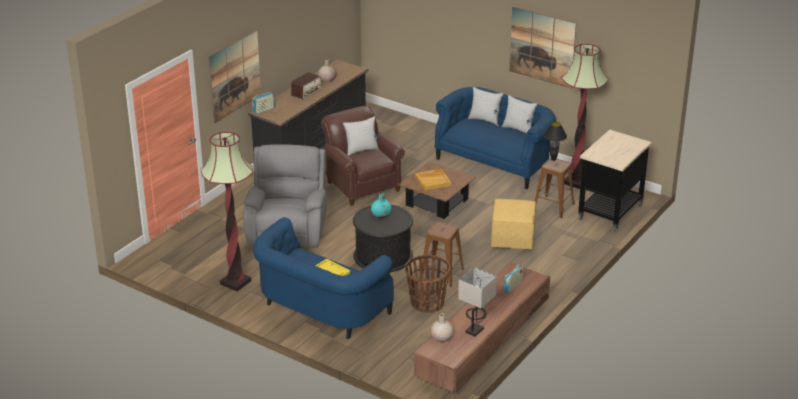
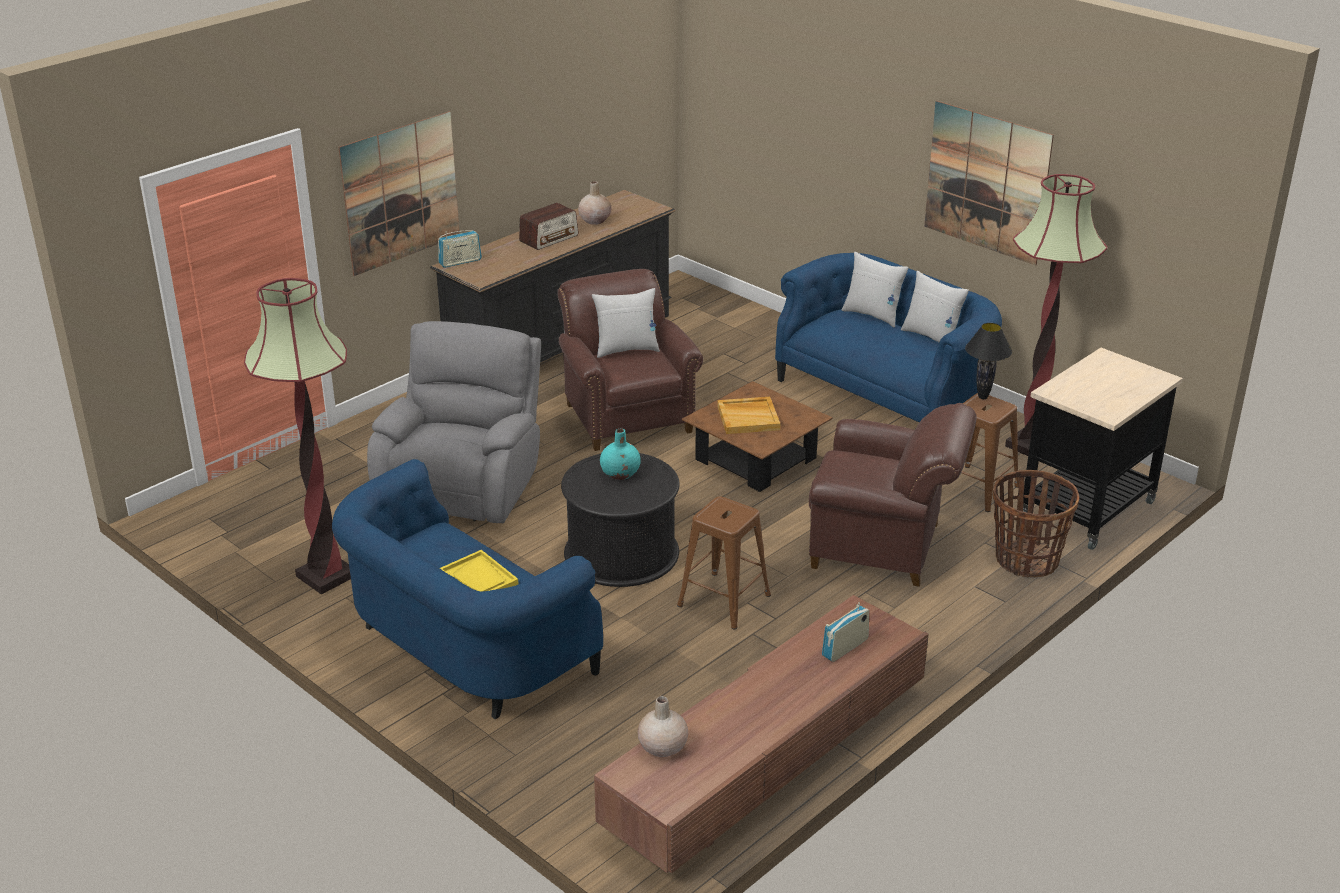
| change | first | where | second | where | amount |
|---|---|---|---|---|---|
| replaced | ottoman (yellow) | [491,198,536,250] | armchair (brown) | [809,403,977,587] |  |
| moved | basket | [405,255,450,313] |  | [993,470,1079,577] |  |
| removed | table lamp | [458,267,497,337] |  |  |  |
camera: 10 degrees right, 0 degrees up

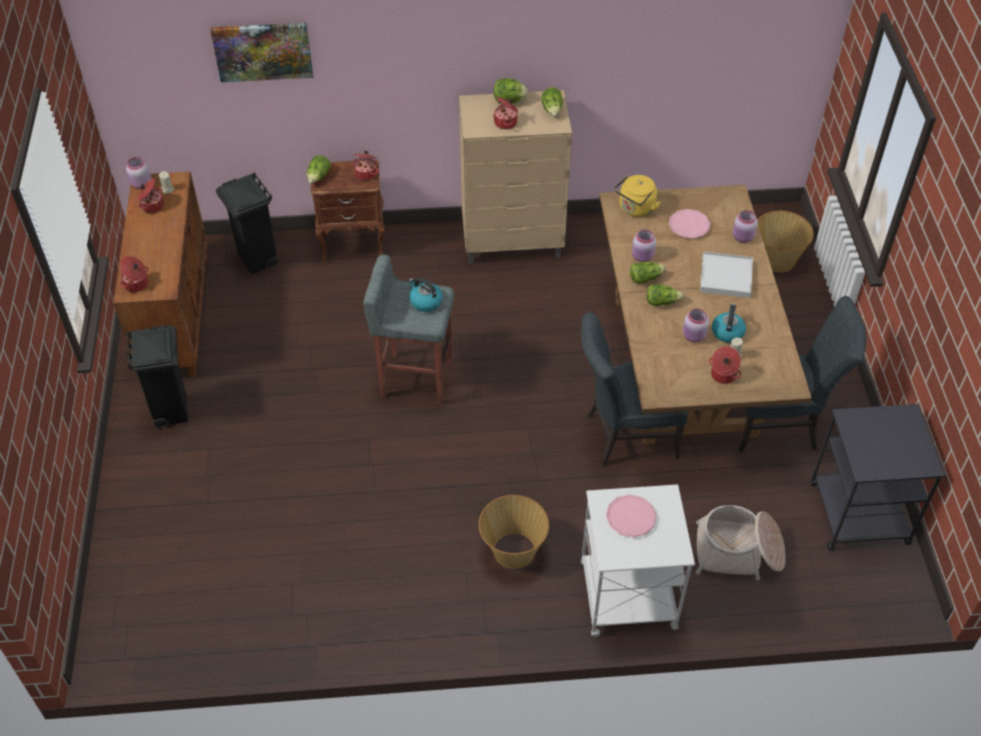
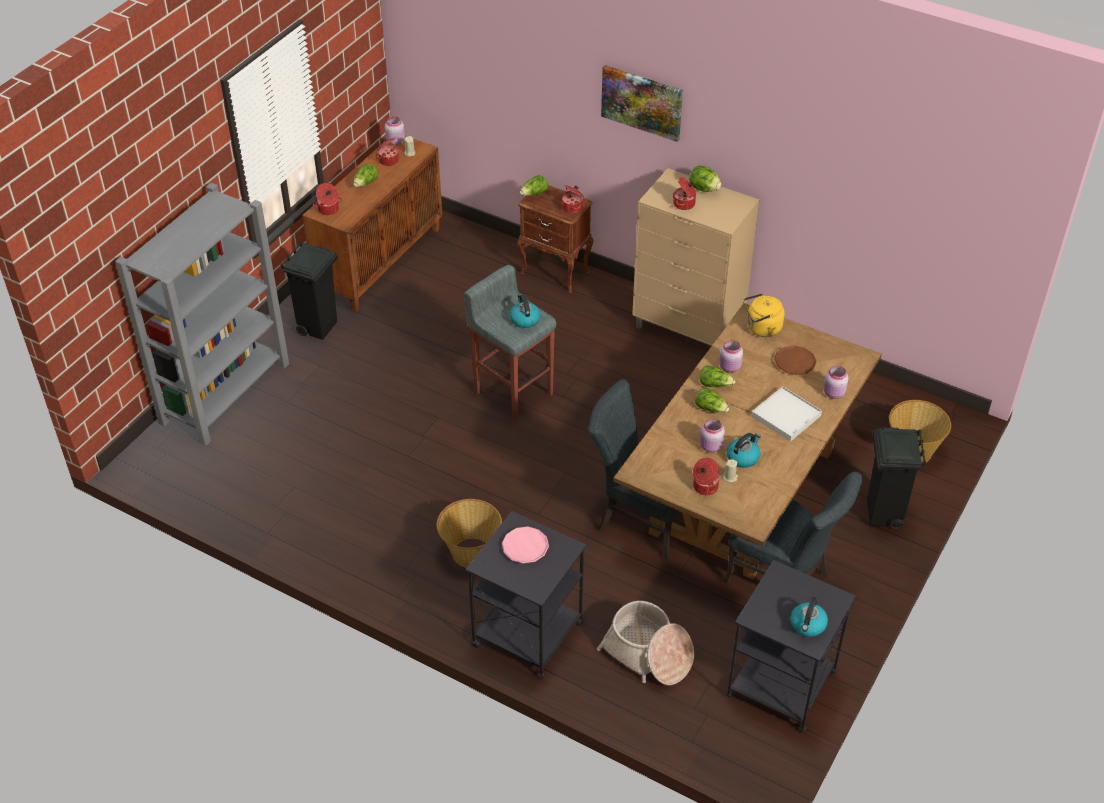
| change | first | where | second | where | amount |
|---|---|---|---|---|---|
| added |  |  | bookcase (grey) | [115,183,289,446] |  |
| moved | lettuce | [541,87,563,116] |  | [353,164,378,187] |  |
| recoloured | cart (white) | [581,484,695,637] | cart (black) | [465,511,587,678] |  |
| moved | picture | [210,23,313,82] |  | [601,65,683,142] |  |
| recoloured | plate (pink) | [669,209,711,239] | plate (brown) | [774,345,816,375] |  |
| added |  |  | kettle | [790,597,828,637] |  |
| moved | trash can (black) | [216,172,279,274] |  | [867,427,926,529] |  |
camera: 35 degrees right, 5 degrees down

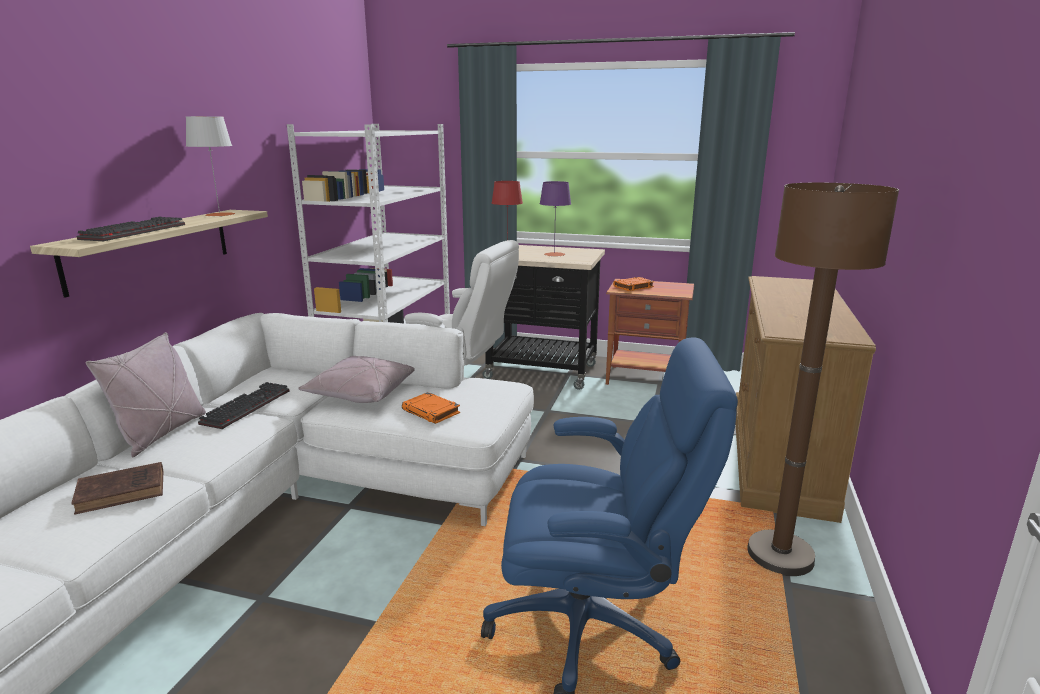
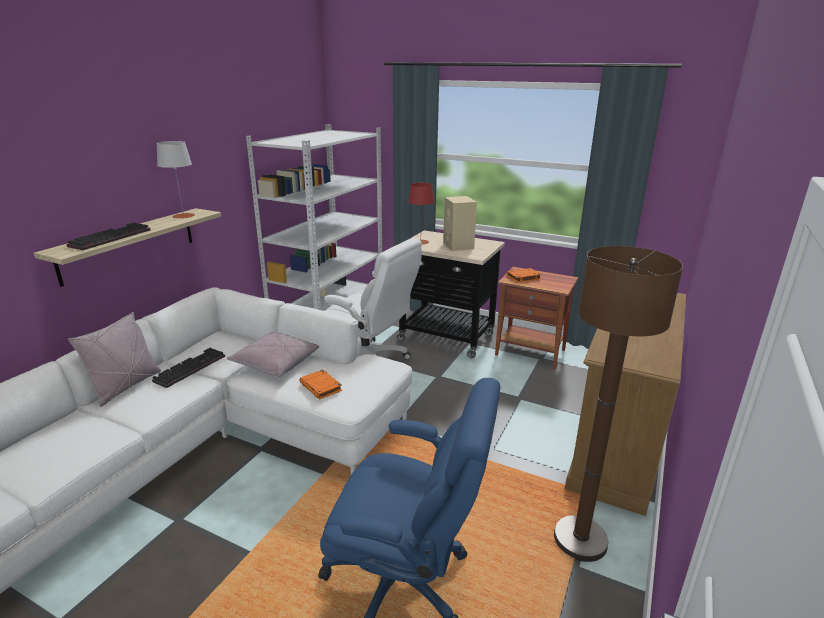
| change | first | where | second | where | amount |
|---|---|---|---|---|---|
| replaced | table lamp (purple) | [540,181,571,257] | speaker (beige) | [443,196,477,251] |  |
| removed | book (brown) | [72,462,164,515] |  |  |  |
camera: 10 degrees right, 5 degrees up

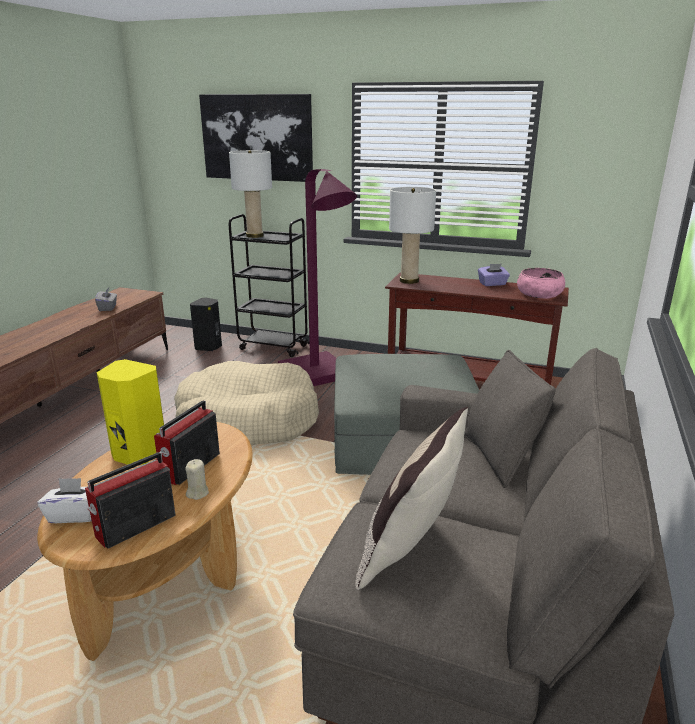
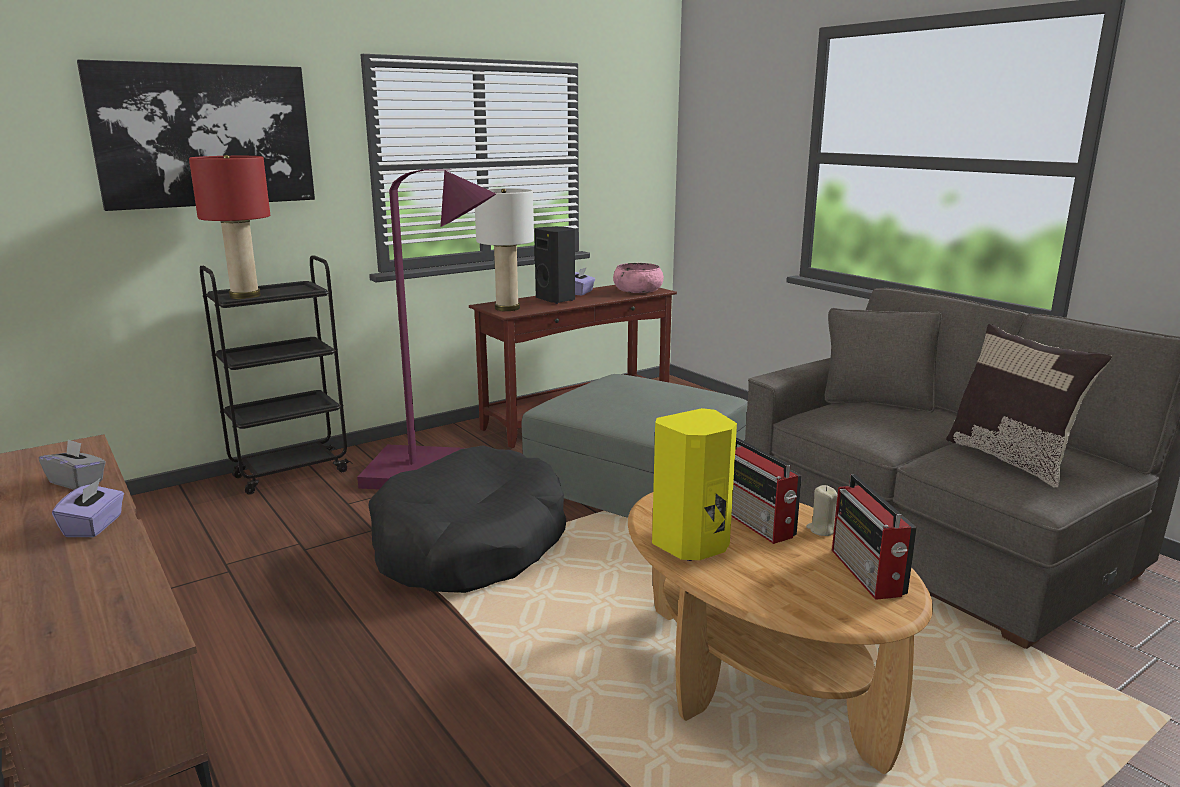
| change | first | where | second | where | amount |
|---|---|---|---|---|---|
| added |  |  | tissue box (purple) | [52,479,124,537] |  |
| recoloured | table lamp (white) | [229,150,272,238] | table lamp (red) | [189,155,270,299] |  |
| recoloured | dog bed (beige) | [174,361,319,445] | dog bed (black) | [368,445,566,593] |  |
| moved | speaker (black) | [190,298,222,351] |  | [534,226,575,304] |  |
| removed | tissue box (white) | [38,478,92,523] |  |  |  |
camera: 55 degrees left, 5 degrees down

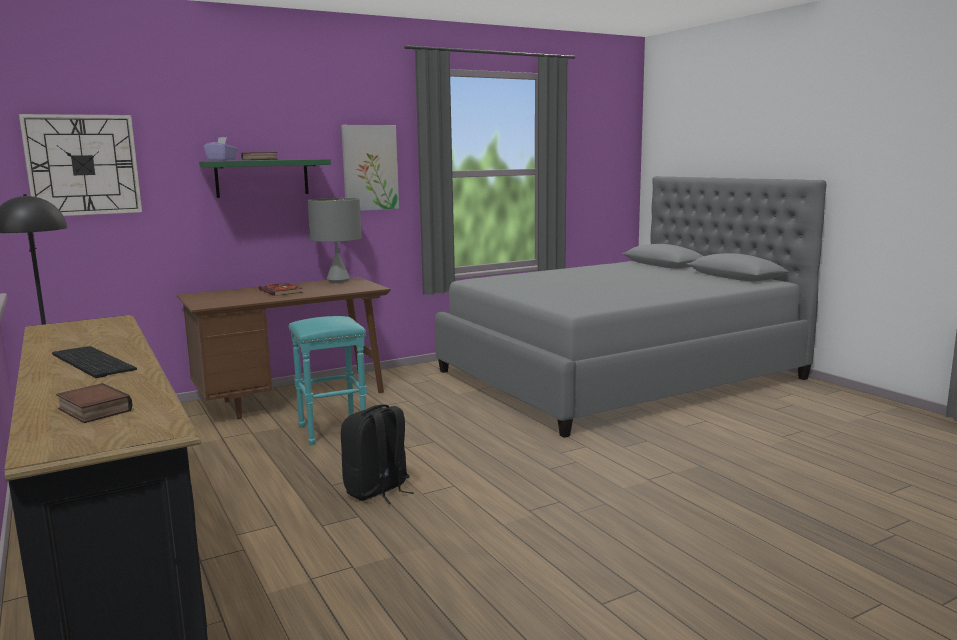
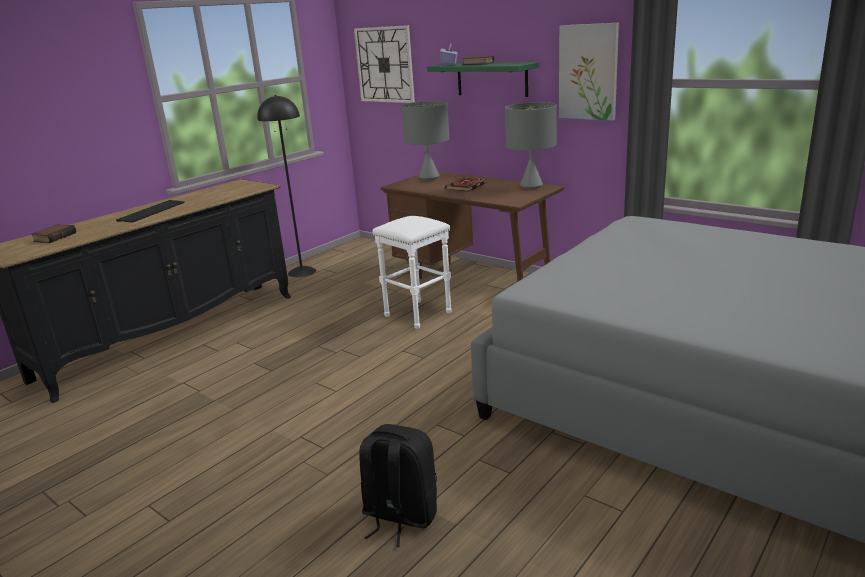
| change | first | where | second | where | amount |
|---|---|---|---|---|---|
| moved | backpack (black) | [341,404,414,504] |  | [359,424,437,547] |  |
| recoloured | stool (turquoise) | [289,316,367,445] | stool (white) | [372,216,452,329] |  |
| added |  |  | table lamp (grey) | [401,101,449,181] |  |
camera: 70 degrees right, 10 degrees up

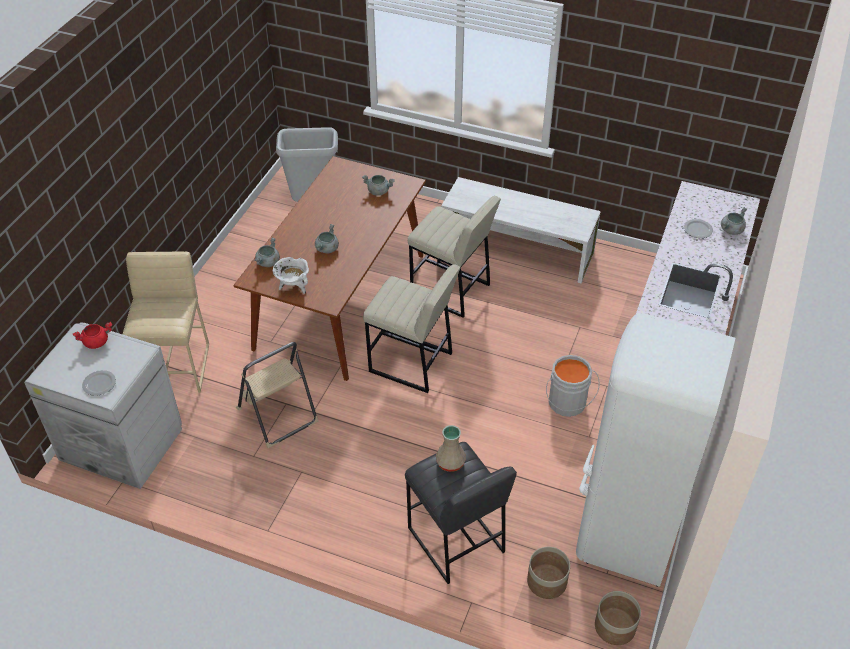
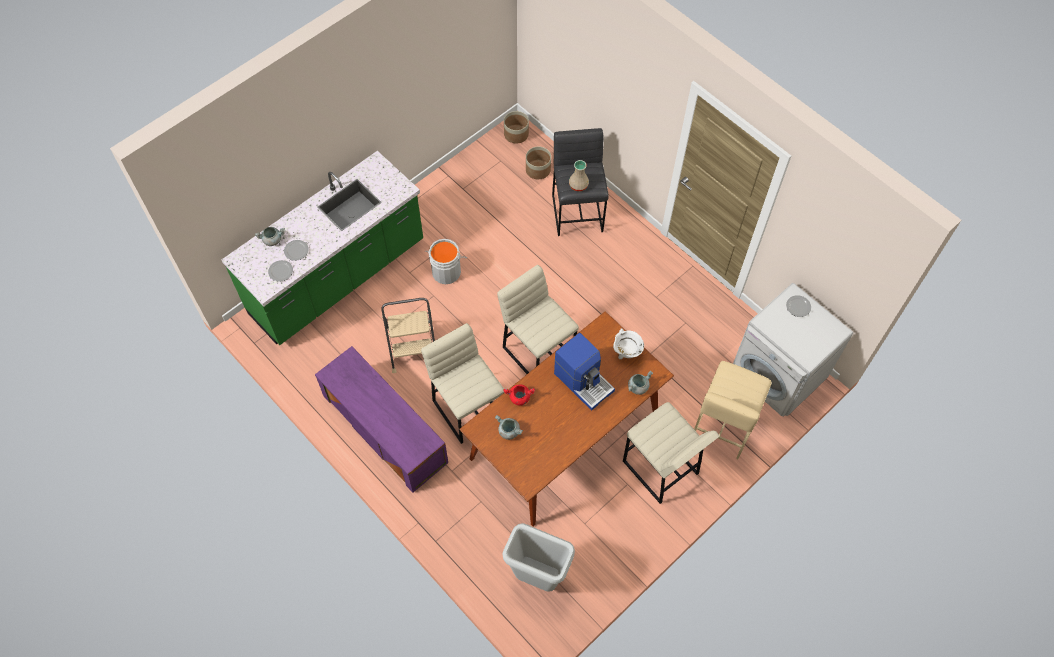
| change | first | where | second | where | amount |
|---|---|---|---|---|---|
| added |  |  | plate | [268,260,293,282] |  |
| recoloured | bench (white) | [441,177,601,284] | bench (purple) | [315,346,448,493] |  |
| moved | step ladder (beige) | [236,342,318,448] |  | [382,298,435,373] |  |
| moved | cooking pot (red) | [73,322,112,349] |  | [503,385,535,406] |  |
| replaced | cooking pot (grey) | [315,224,339,254] | coffee machine | [554,333,615,411] |  |
| added |  |  | chair (beige) | [623,402,720,504] |  |
| removed | fridge (white) | [576,313,735,587] |  |  |  |
camera: 155 degrees left, 15 degrees up

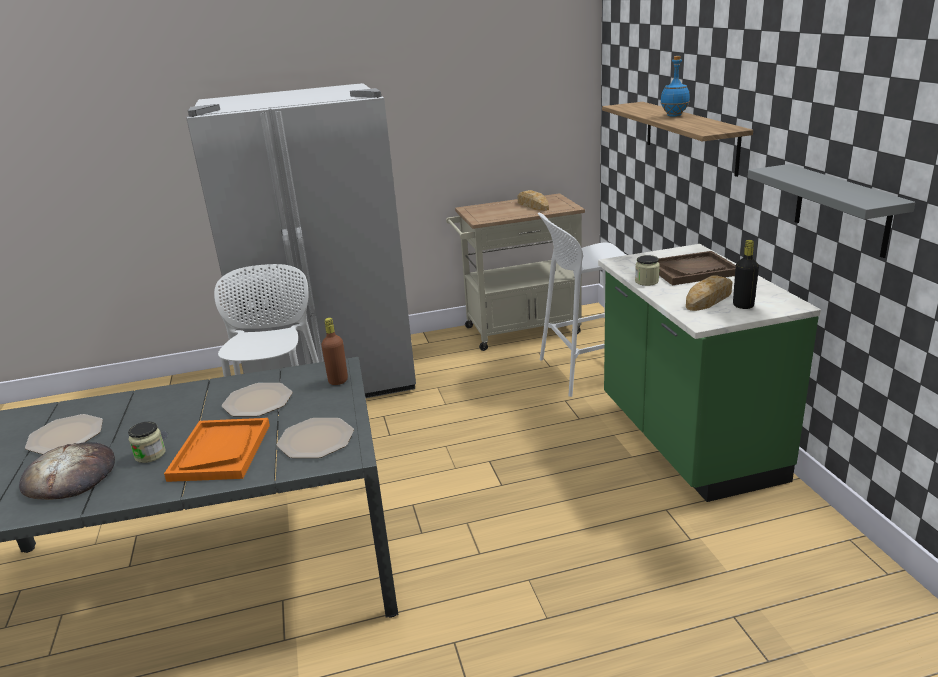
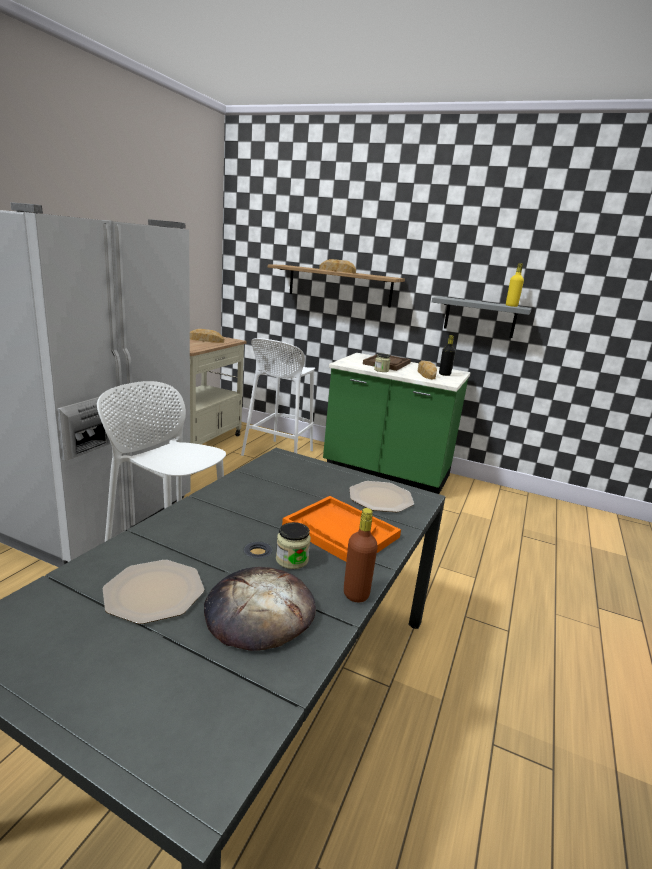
| change | first | where | second | where | amount |
|---|---|---|---|---|---|
| replaced | bottle (blue) | [660,56,690,117] | bread | [319,259,356,273] |  |
| moved | bottle (brown) | [321,318,348,385] |  | [344,508,378,602] |  |
| added |  |  | bottle (yellow) | [506,263,524,307] |  |
| removed | plate | [222,383,293,417] |  |  |  |
camera: 55 degrees left, 5 degrees down

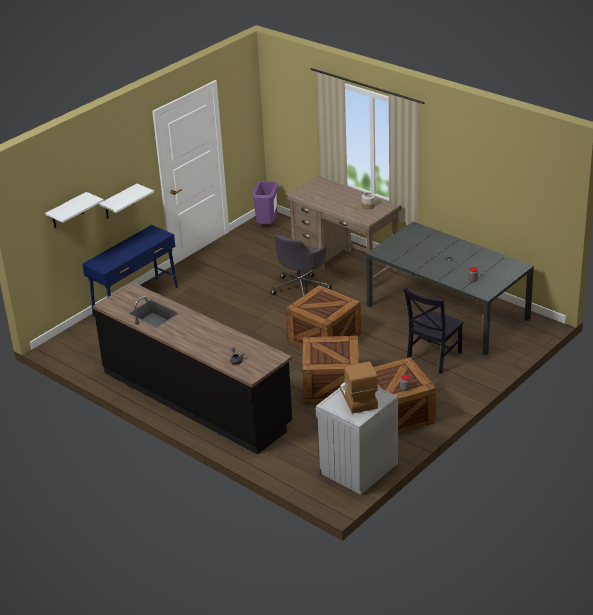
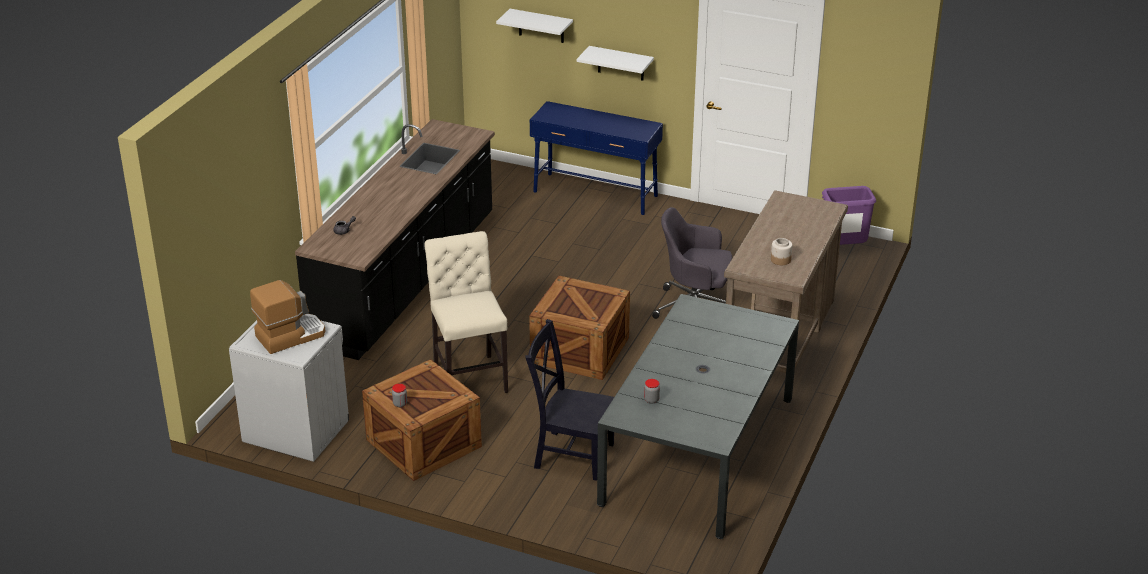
| change | first | where | second | where | amount |
|---|---|---|---|---|---|
| replaced | crate | [302,336,359,404] | stool (beige) | [425,231,508,393] |  |
camera: 70 degrees right, 0 degrees up

